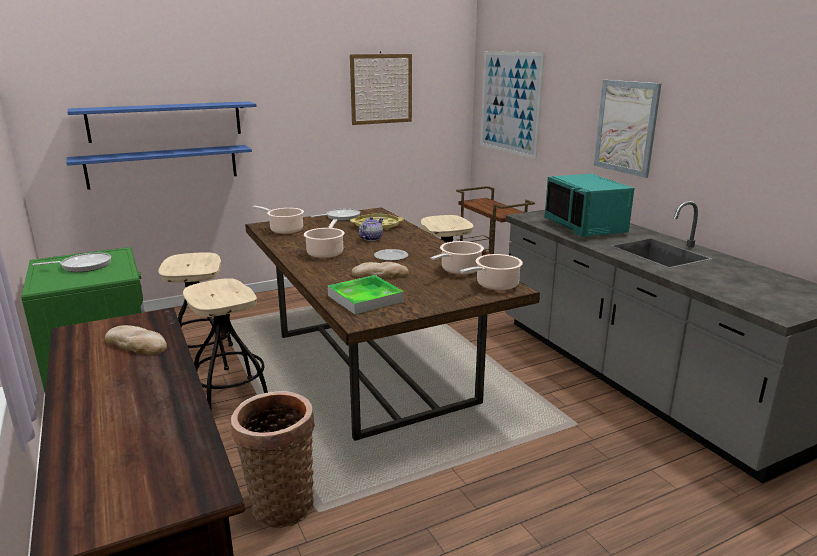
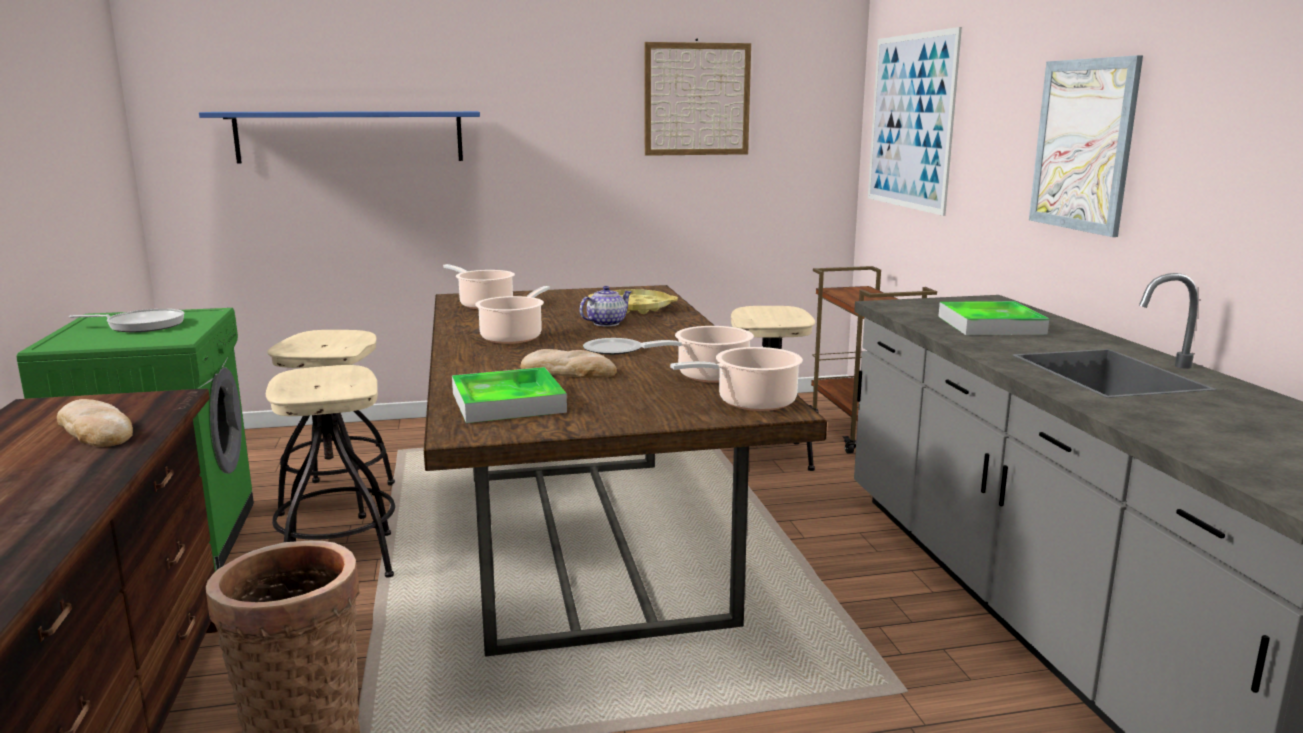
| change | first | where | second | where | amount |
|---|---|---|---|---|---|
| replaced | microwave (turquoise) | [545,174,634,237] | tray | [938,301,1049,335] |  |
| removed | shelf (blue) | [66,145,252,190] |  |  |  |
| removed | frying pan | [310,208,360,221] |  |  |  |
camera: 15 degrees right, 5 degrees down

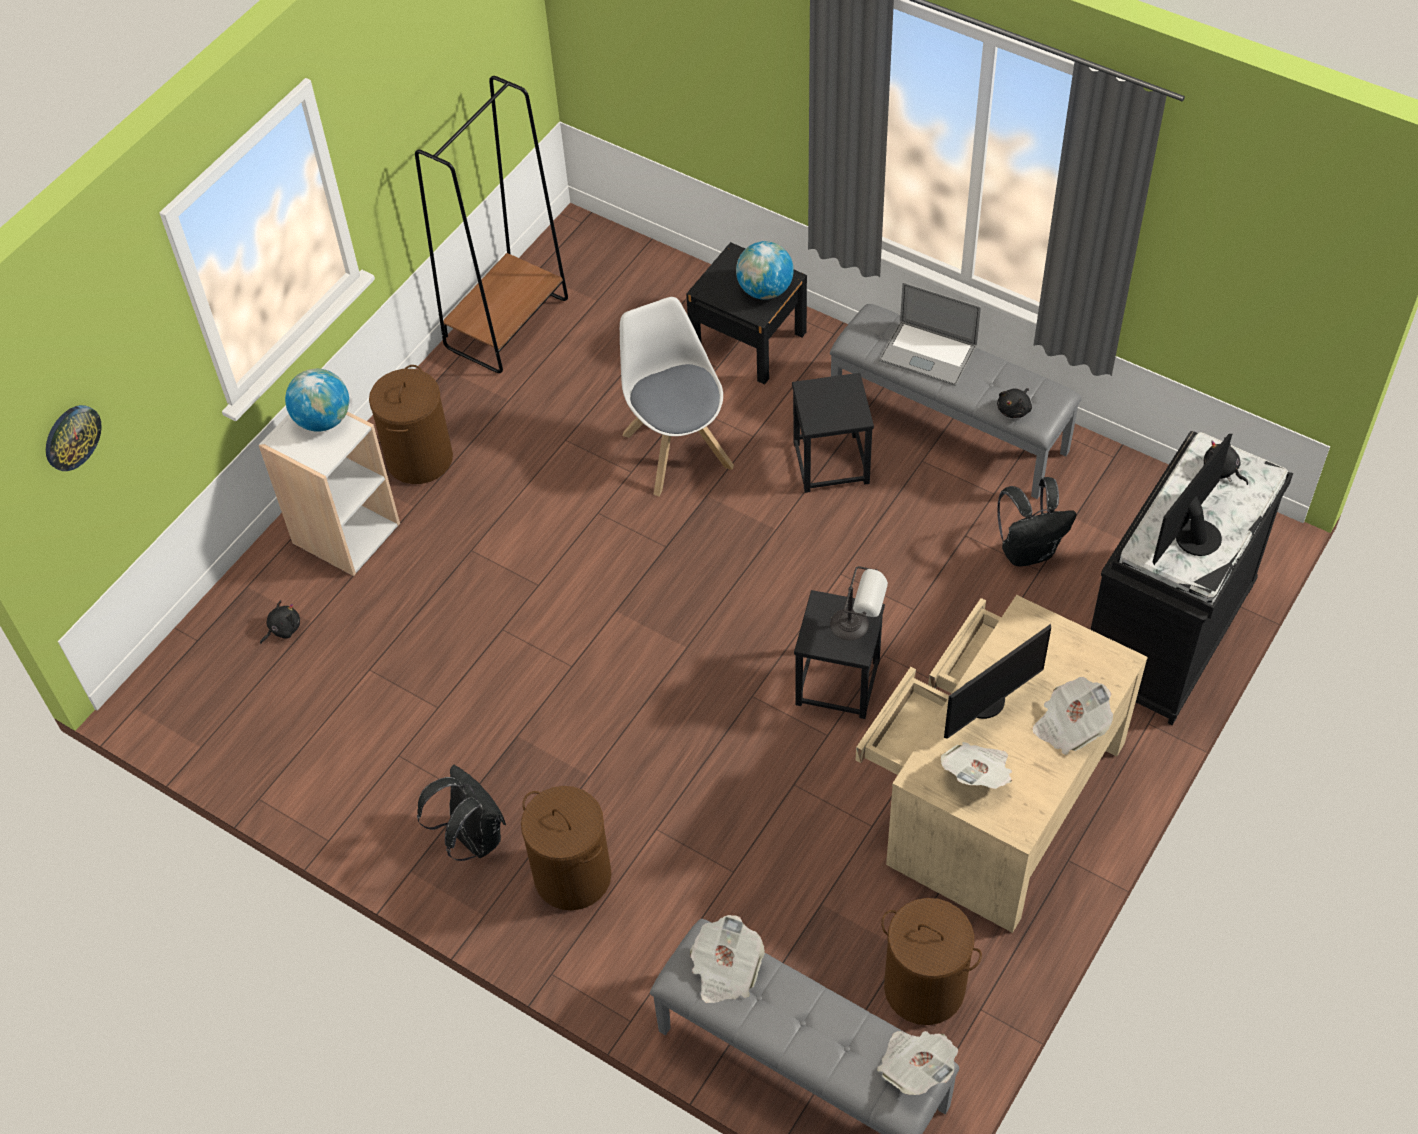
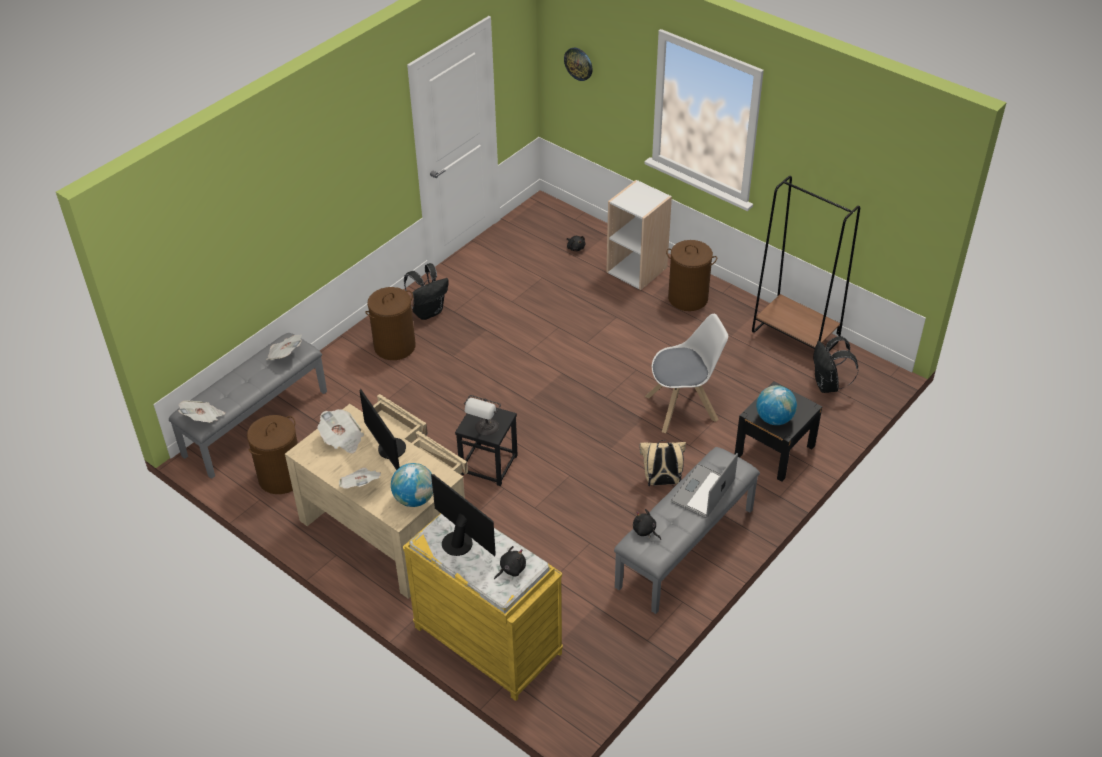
| change | first | where | second | where | amount |
|---|---|---|---|---|---|
| moved | globe | [285,369,349,432] |  | [391,463,433,507] |  |
| recoloured | dresser (black) | [1090,431,1293,725] | dresser (yellow) | [403,513,563,701] |  |
| replaced | stool (black) | [792,373,874,493] | backpack (beige) | [639,440,686,486] |  |
| moved | backpack (black) | [997,477,1076,567] |  | [813,336,858,393] |  |
camera: 95 degrees right, 10 degrees down

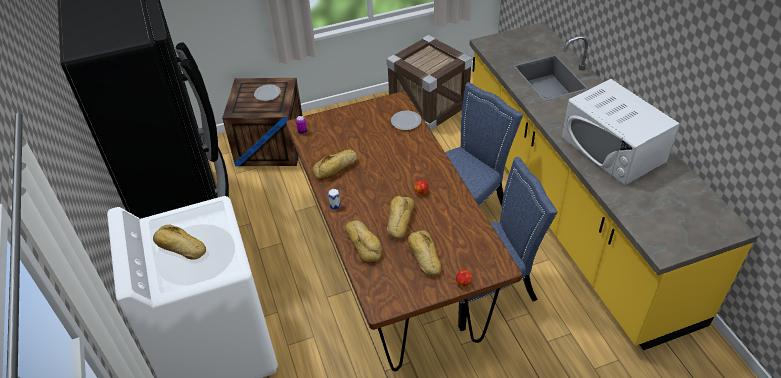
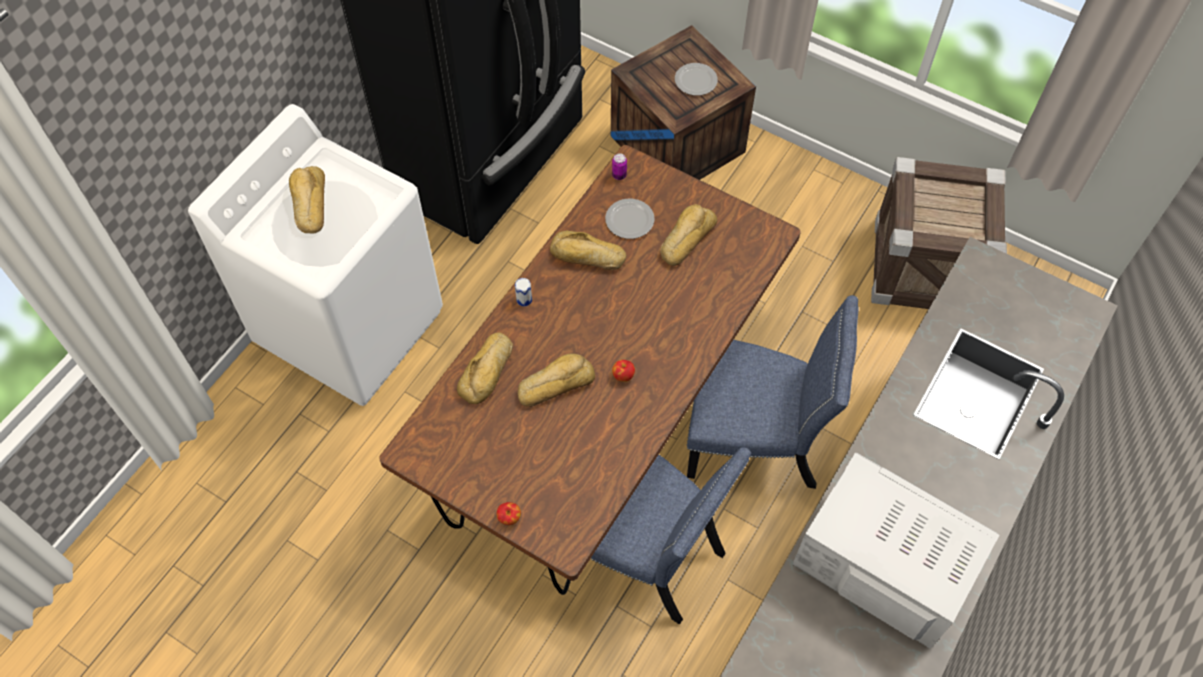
| change | first | where | second | where | amount |
|---|---|---|---|---|---|
| moved | plate | [391,111,422,130] |  | [605,199,654,239] |  |
| moved | bread | [408,230,441,277] |  | [660,204,717,266] |  |
| turned | microwave (white) | [562,79,680,186] |  | [792,453,1000,649] | 105 degrees clockwise |
camera: 50 degrees right, 15 degrees up

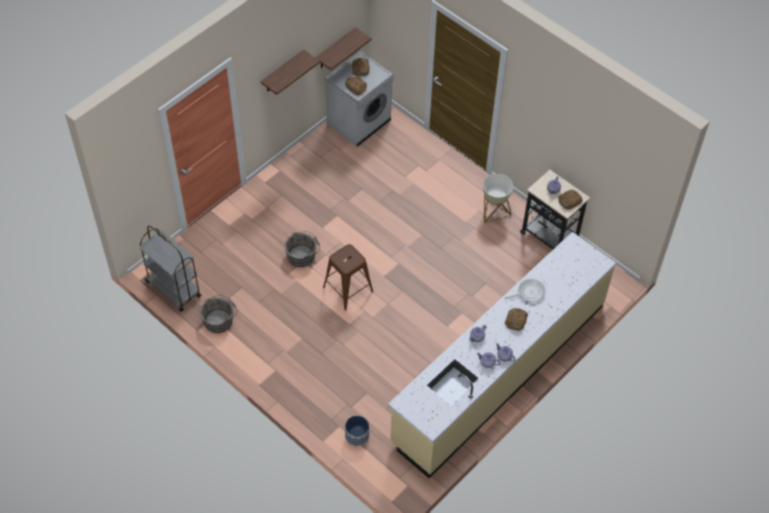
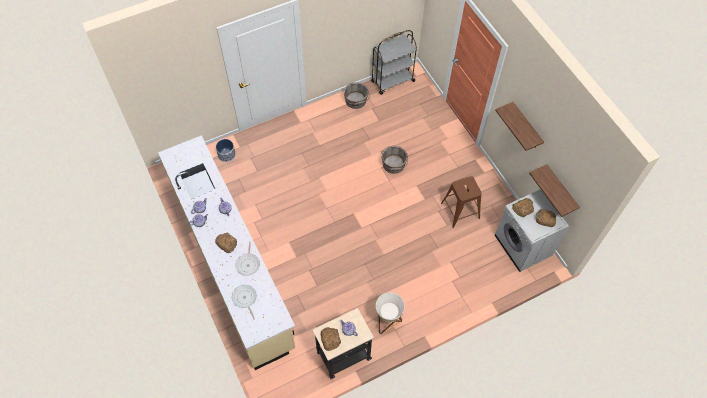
| change | first | where | second | where | amount |
|---|---|---|---|---|---|
| added |  |  | frying pan | [232,285,257,319] |  |
| moved | stool (brown) | [323,244,373,311] |  | [441,176,482,228] |  |
camera: 110 degrees right, 5 degrees up

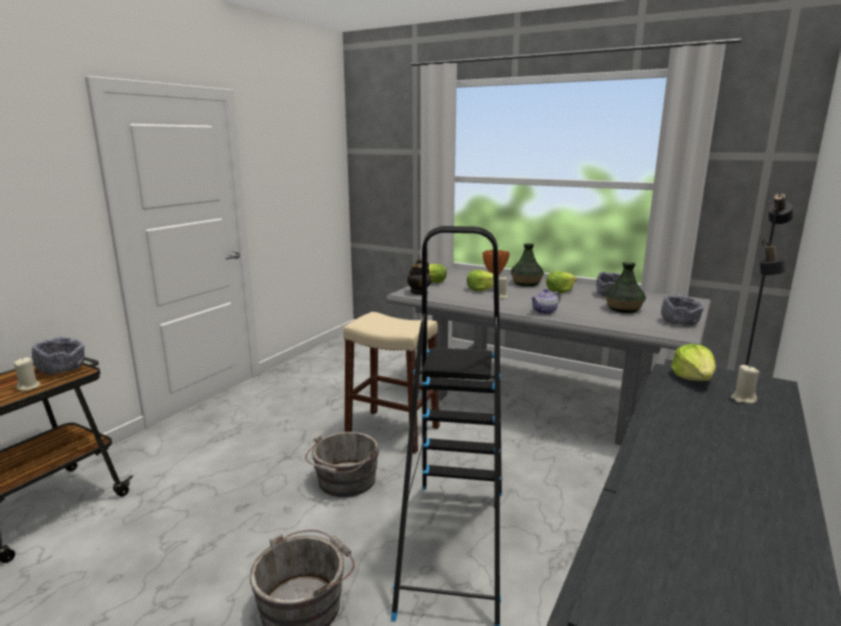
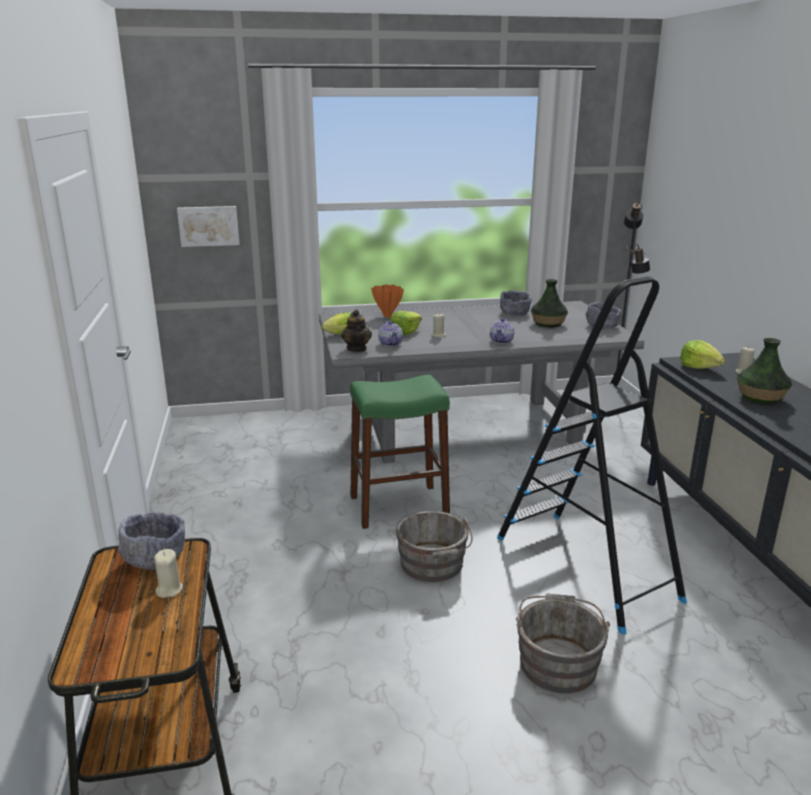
| change | first | where | second | where | amount |
|---|---|---|---|---|---|
| added |  |  | picture | [177,206,239,247] |  |
| recoloured | stool (beige) | [343,312,440,454] | stool (green) | [350,375,450,529] |  |
| added |  |  | teapot | [378,321,403,347] |  |
| moved | vase | [511,243,544,286] |  | [737,338,792,404] |  |
| removed | lettuce | [546,272,577,293] |  |  |  |
camera: 40 degrees left, 5 degrees up

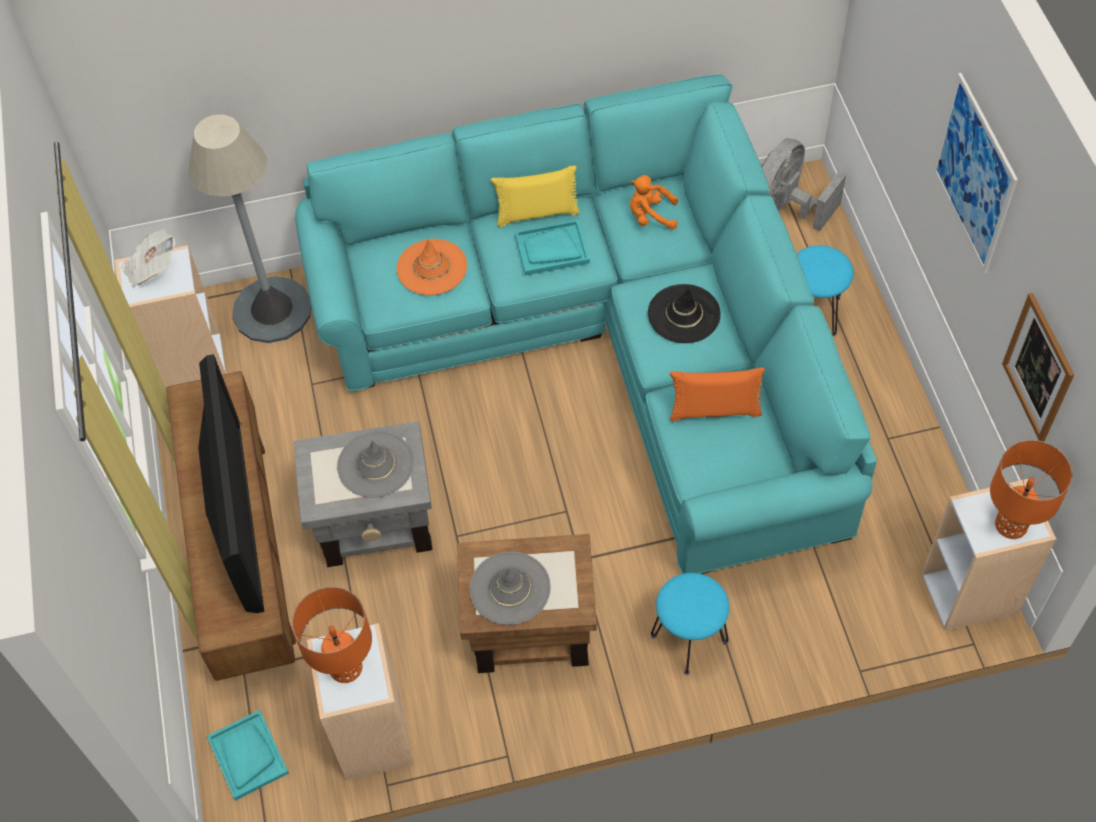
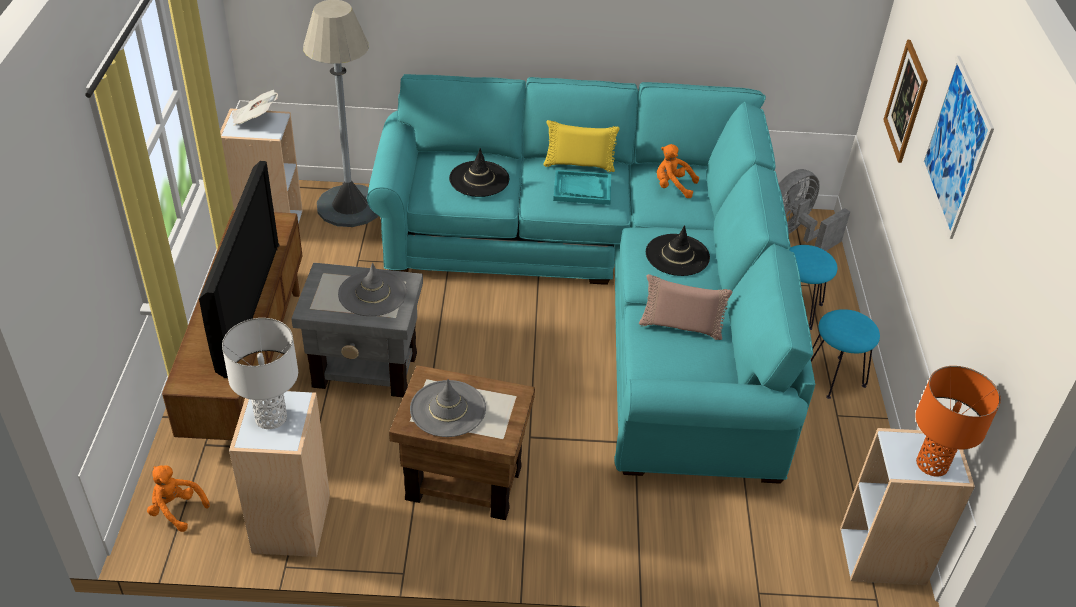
| change | first | where | second | where | amount |
|---|---|---|---|---|---|
| replaced | tray (turquoise) | [207,710,289,801] | plush toy (orange) | [147,465,210,532] |  |
| recoloured | table lamp (orange) | [292,587,372,683] | table lamp (white) | [222,318,298,429] |  |
| recoloured | hat (orange) | [397,239,467,295] | hat (black) | [449,148,509,197] |  |
| recoloured | pillow (orange) | [670,367,765,422] | pillow (beige) | [639,274,732,340] |  |
| moved | stool (turquoise) | [651,573,729,675] |  | [811,309,880,399] |  |
| moved | picture | [1002,293,1074,442] |  | [883,40,928,163] |  |
camera: 10 degrees right, 15 degrees down

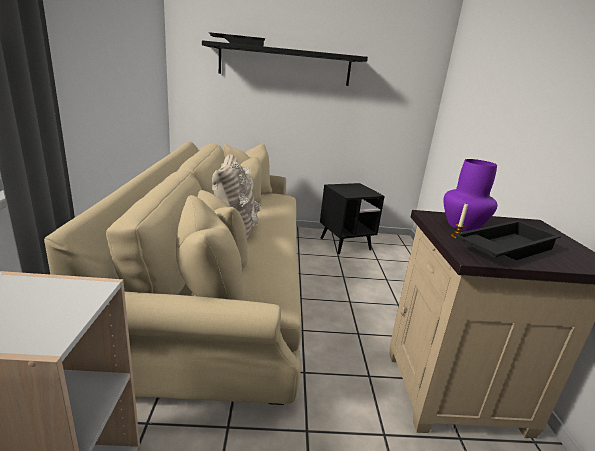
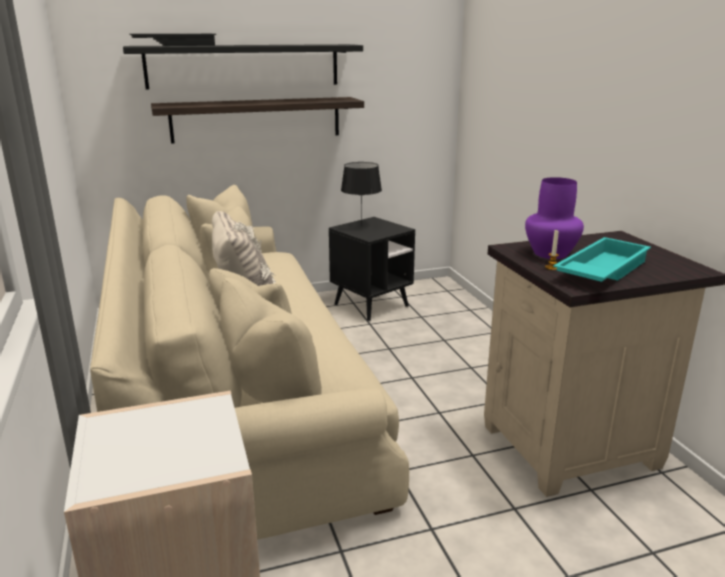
| change | first | where | second | where | amount |
|---|---|---|---|---|---|
| added |  |  | shelf | [151,97,364,144] |  |
| added |  |  | table lamp (black) | [341,162,382,226] |  |
| recoloured | tray (black) | [453,220,561,260] | tray (turquoise) | [553,237,651,282] |  |
camera: 15 degrees left, 0 degrees up

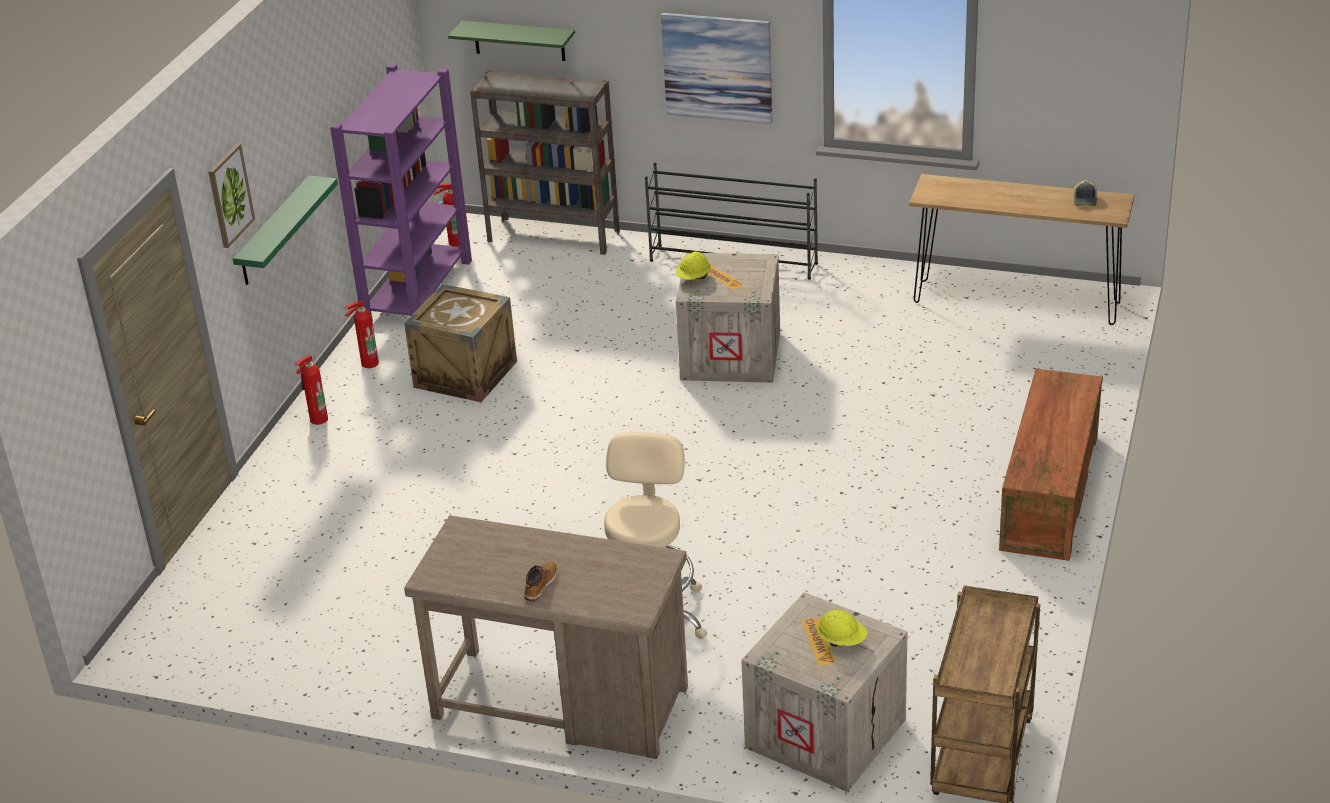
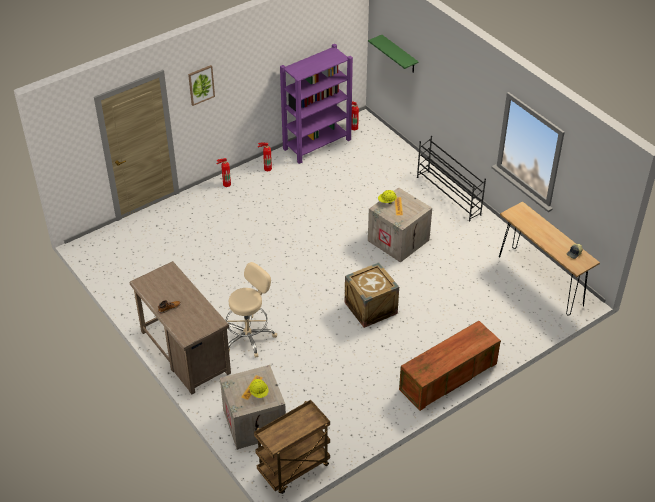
| change | first | where | second | where | amount |
|---|---|---|---|---|---|
| moved | crate | [404,284,517,402] |  | [345,262,399,328] |  |
| removed | shelf (green) | [233,175,338,285] |  |  |  |
| removed | bookcase (grey) | [470,70,620,255] |  |  |  |
| removed | picture | [661,13,772,124] |  |  |  |
camera: 35 degrees right, 10 degrees up

